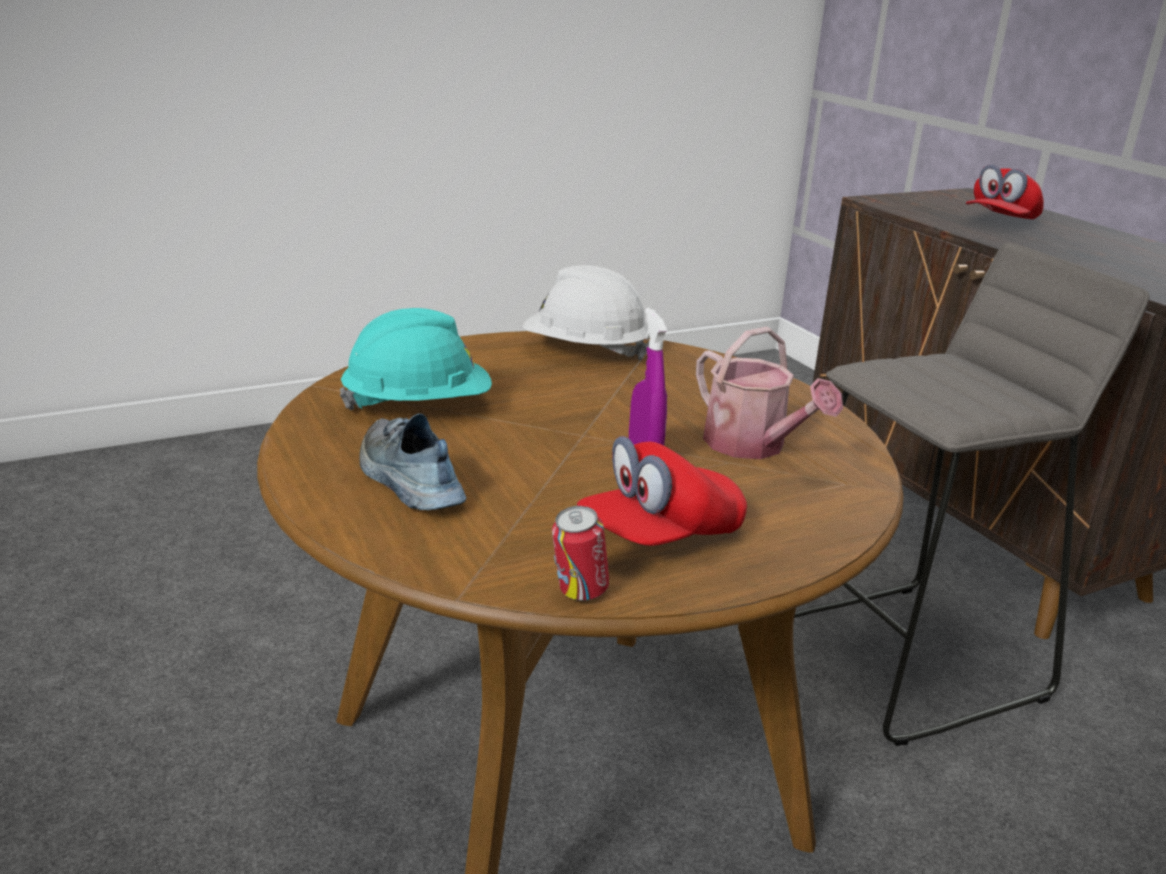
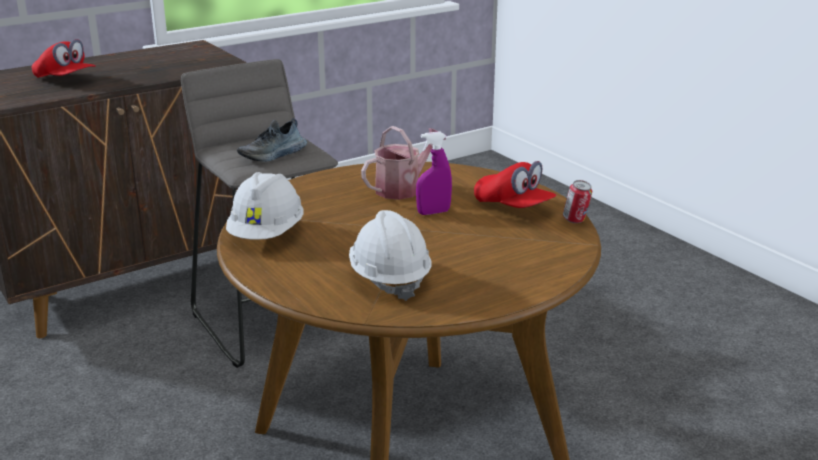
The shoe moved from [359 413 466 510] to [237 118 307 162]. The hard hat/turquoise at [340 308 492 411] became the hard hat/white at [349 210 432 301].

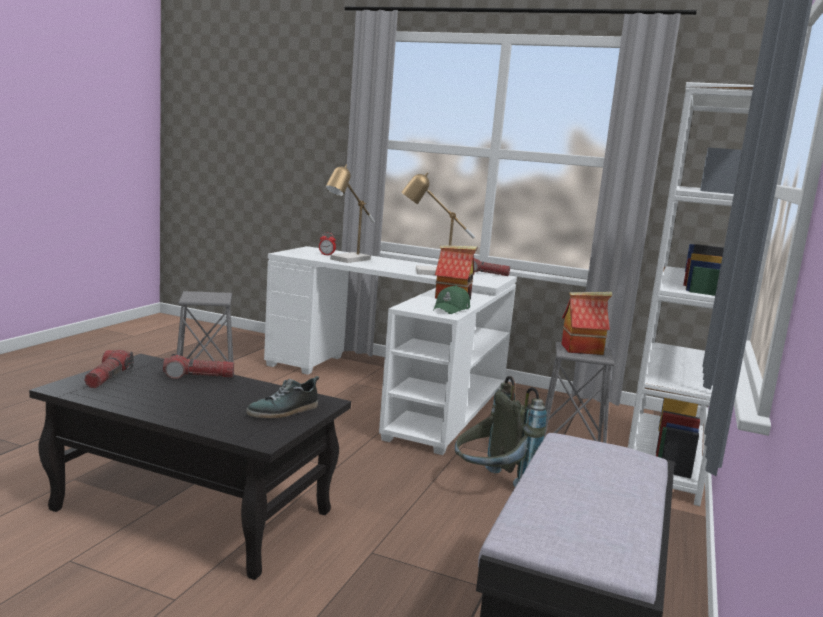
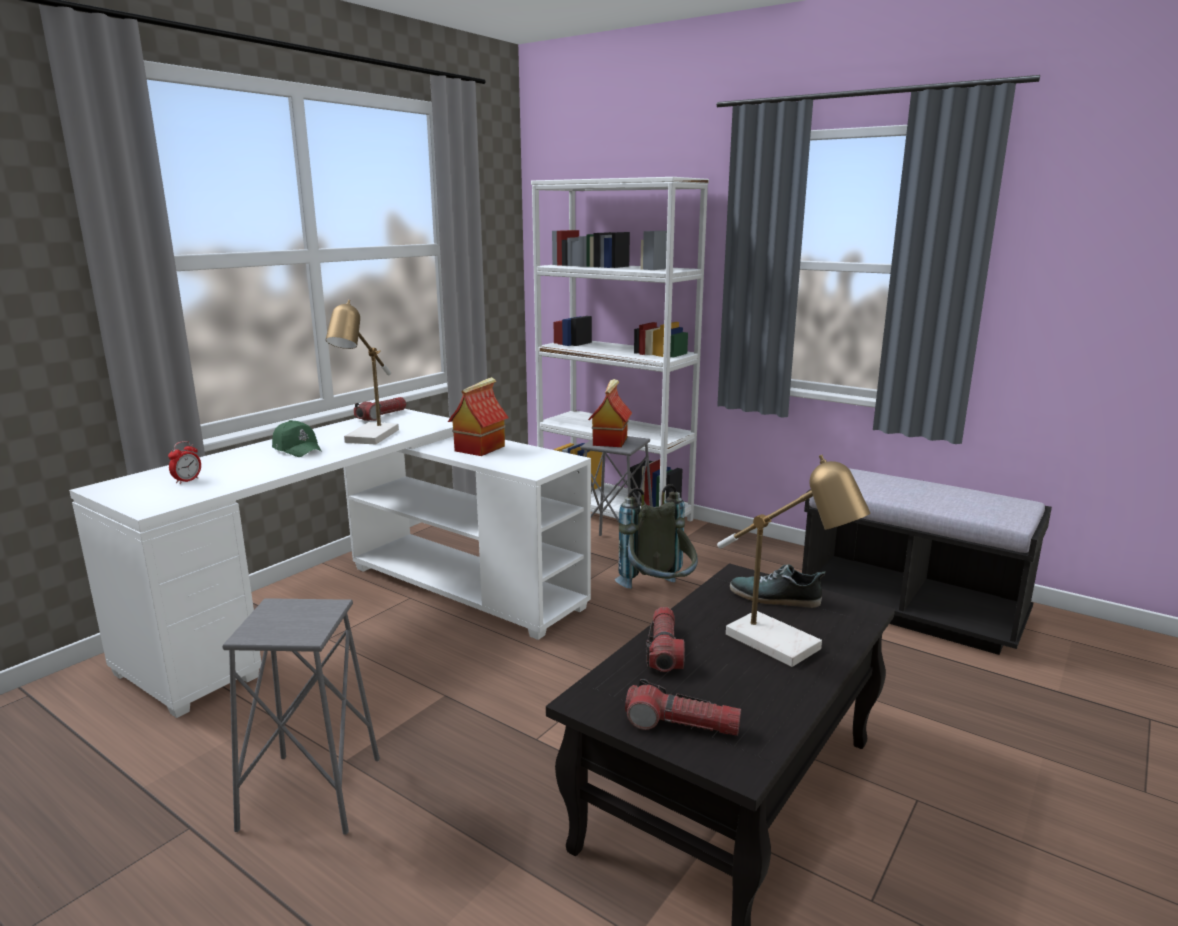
The cap/green moved from [433 285 470 314] to [272 420 322 457]. The table lamp moved from [325 165 375 263] to [717 455 871 667]. The shoe at [246 376 319 418] turned 135 degrees clockwise.

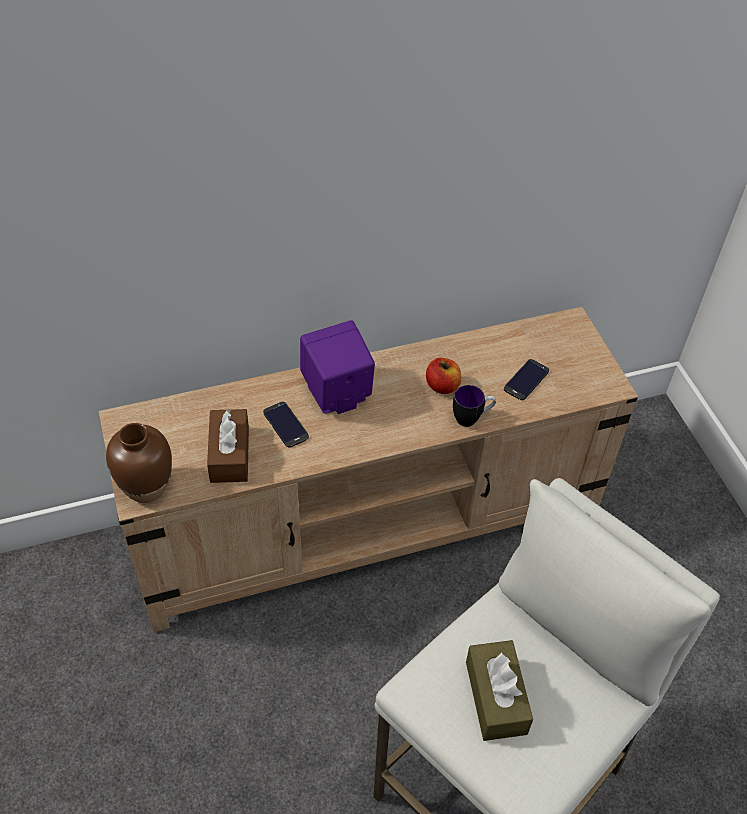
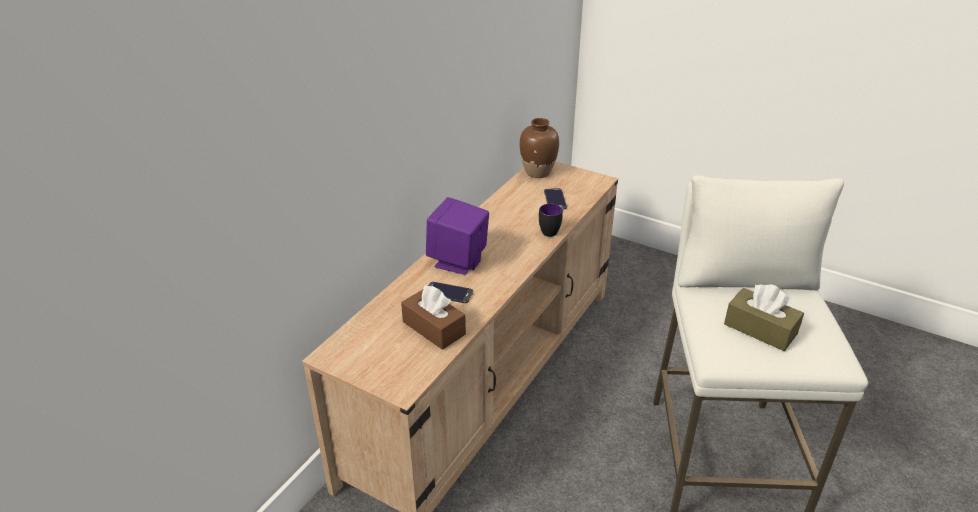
The vase/brown moved from [106 423 172 503] to [520 118 559 178]. The apple at [426 358 461 394] disappeared.

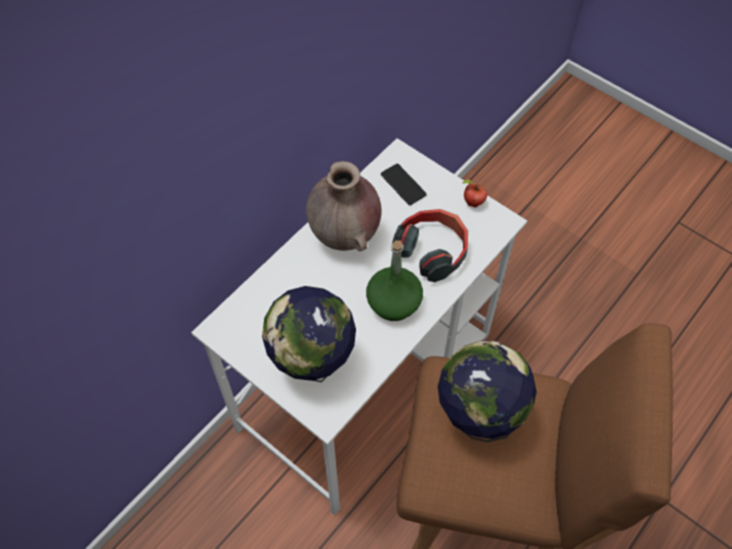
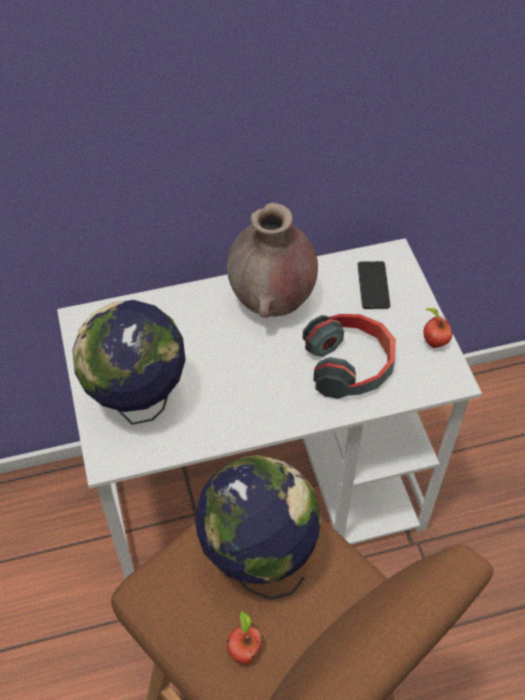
The apple at [227 611 262 664] appeared. The bottle/green at [366 240 423 321] disappeared.

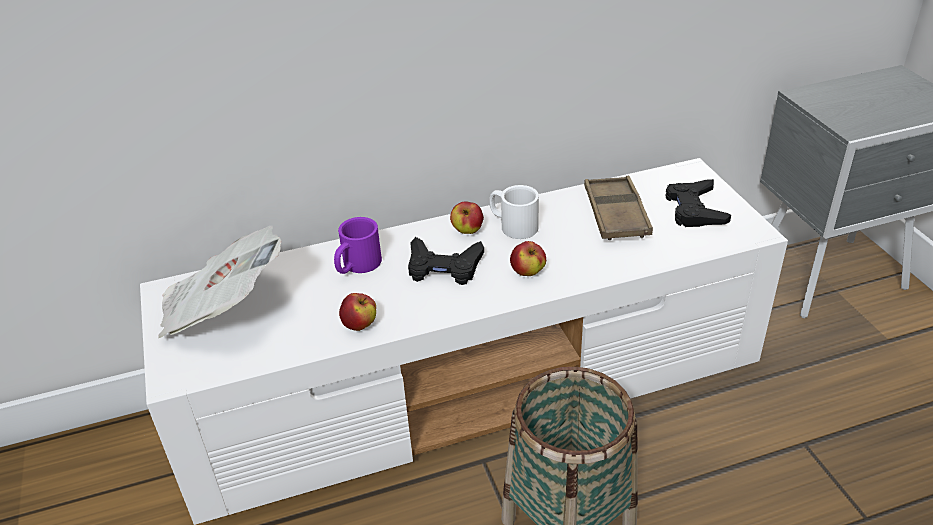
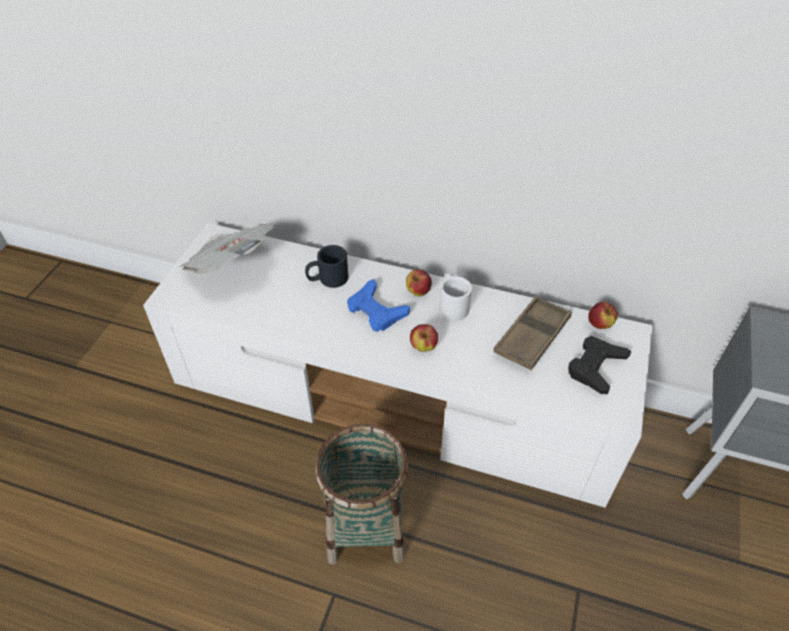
The mug/purple at [334 217 382 274] became the mug/black at [305 245 348 288]. The game controller/black at [408 237 484 285] became the game controller/blue at [347 279 410 332]. The apple moved from [339 293 376 331] to [588 302 618 329].

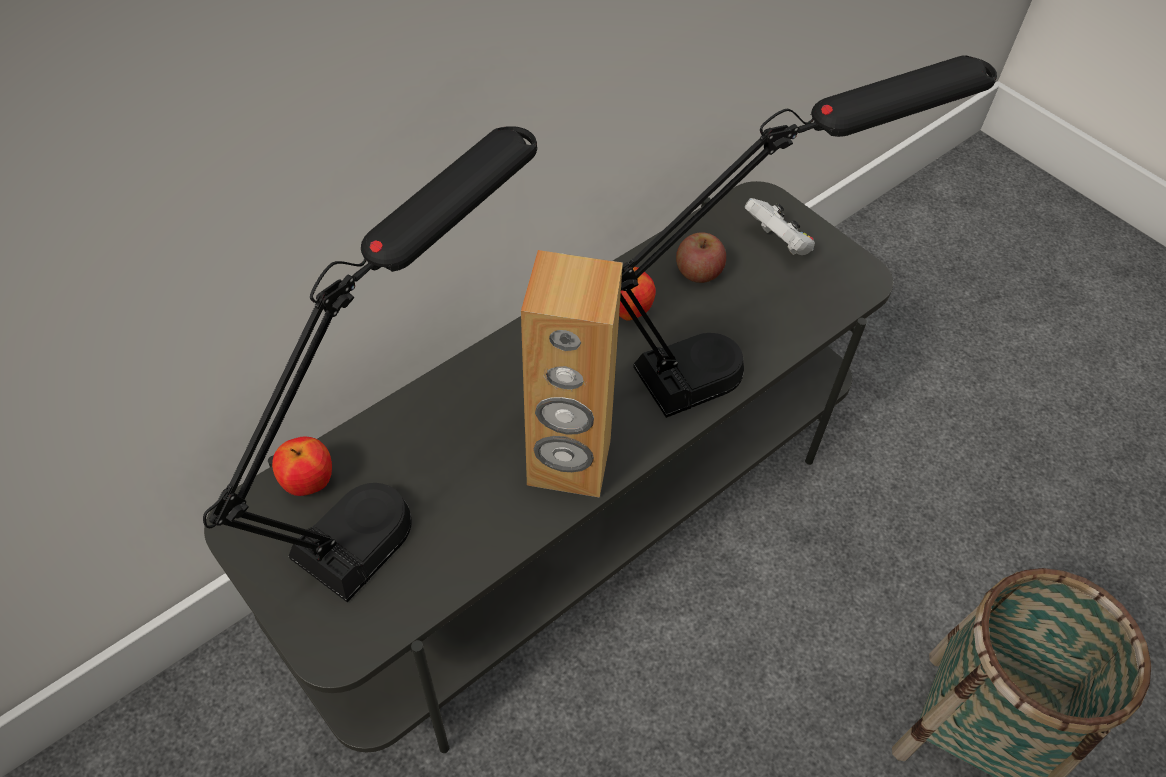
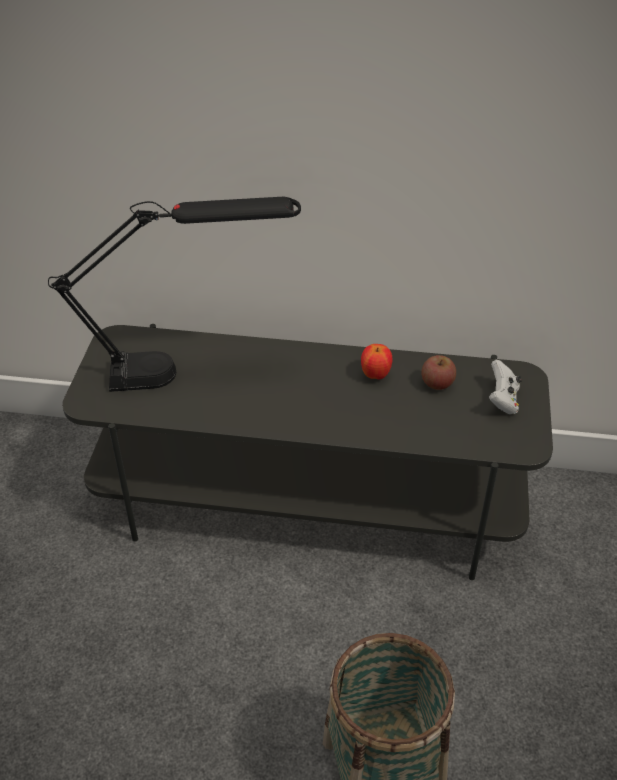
The apple at [272 437 332 496] disappeared. The speaker/brown at [521 250 623 498] disappeared. The table lamp/black at [620 55 997 418] disappeared.

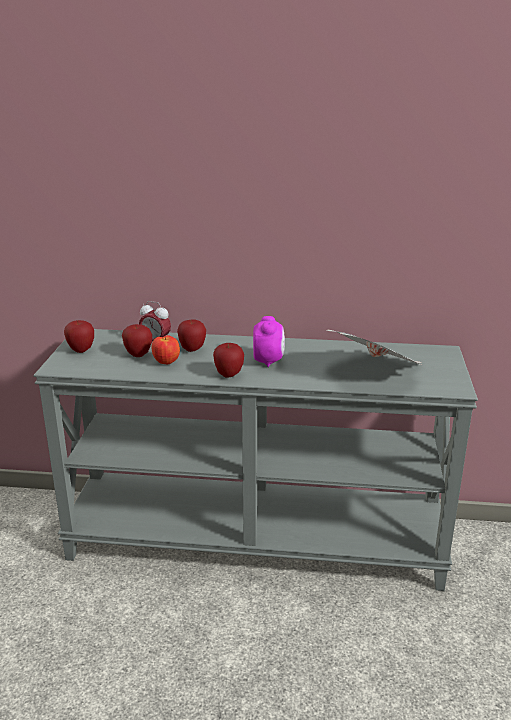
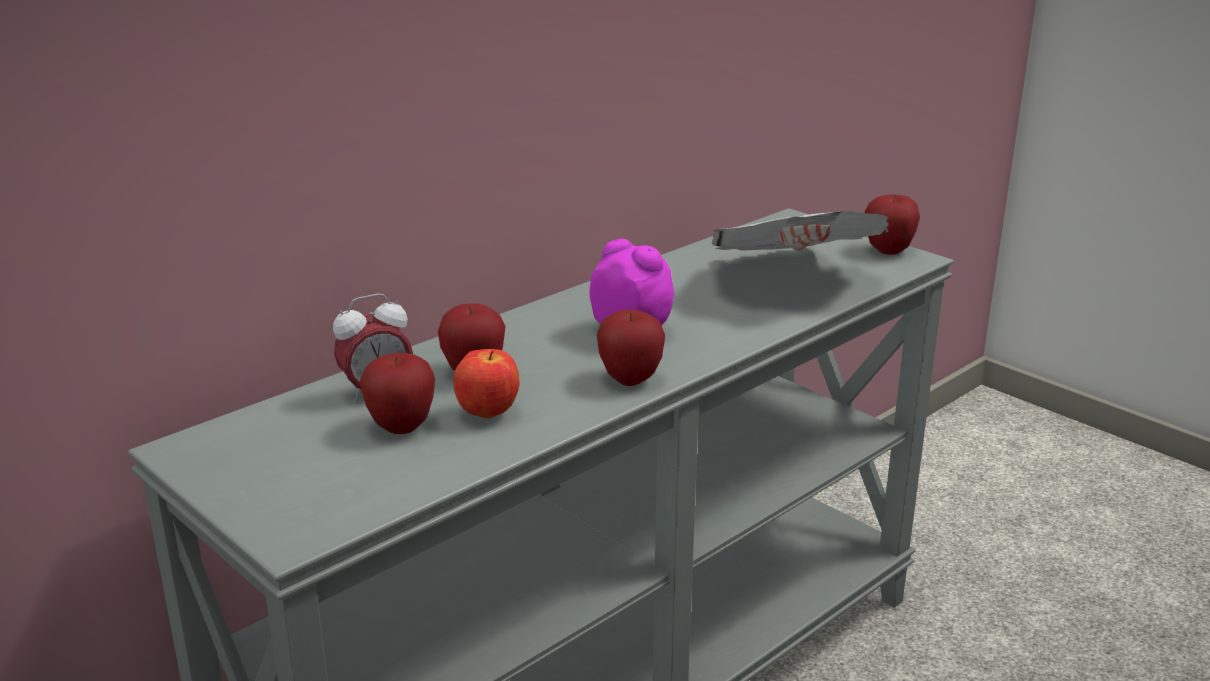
The apple moved from [64 320 94 353] to [865 194 920 255].

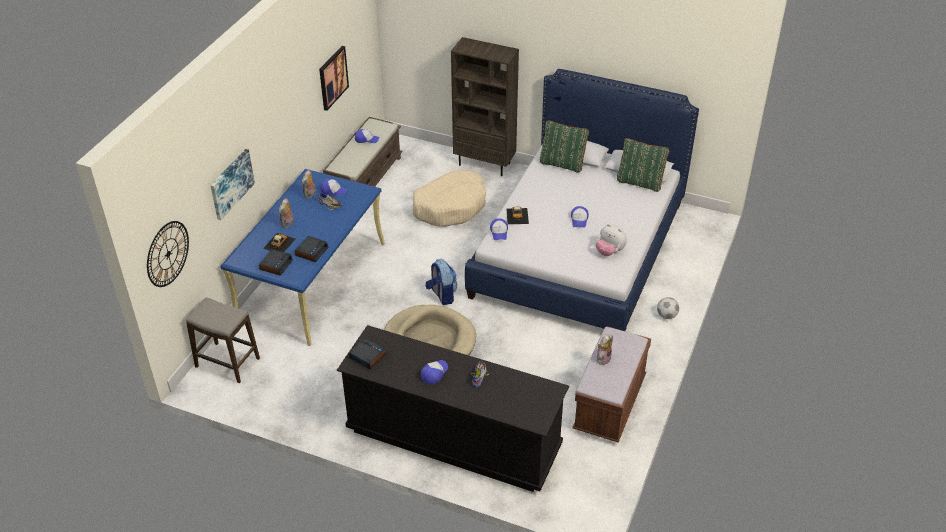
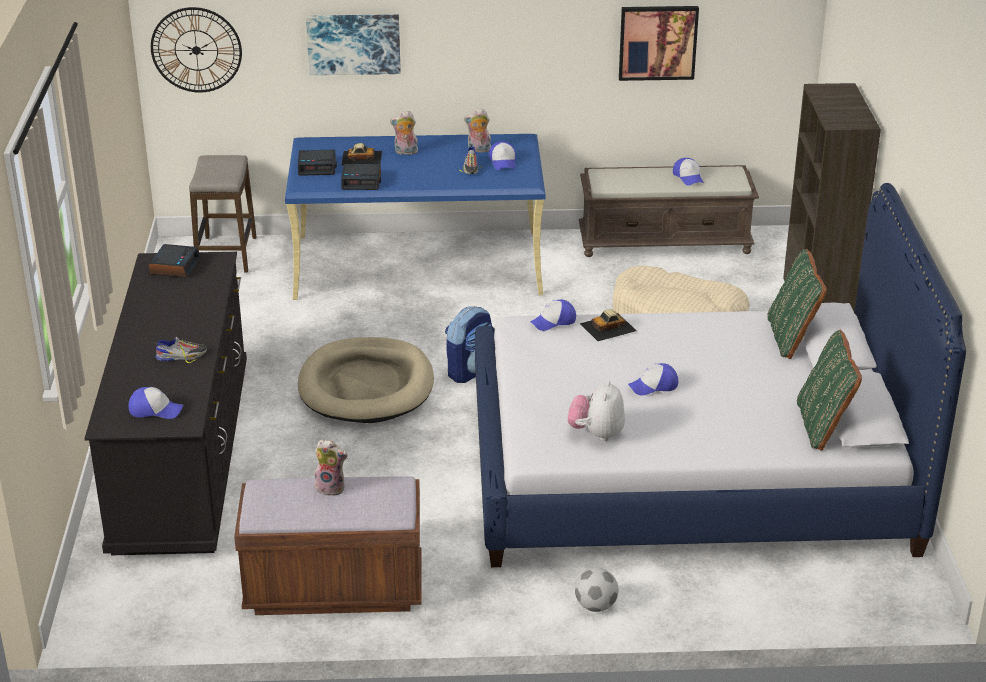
The cap moved from [421 360 448 384] to [128 387 184 419].

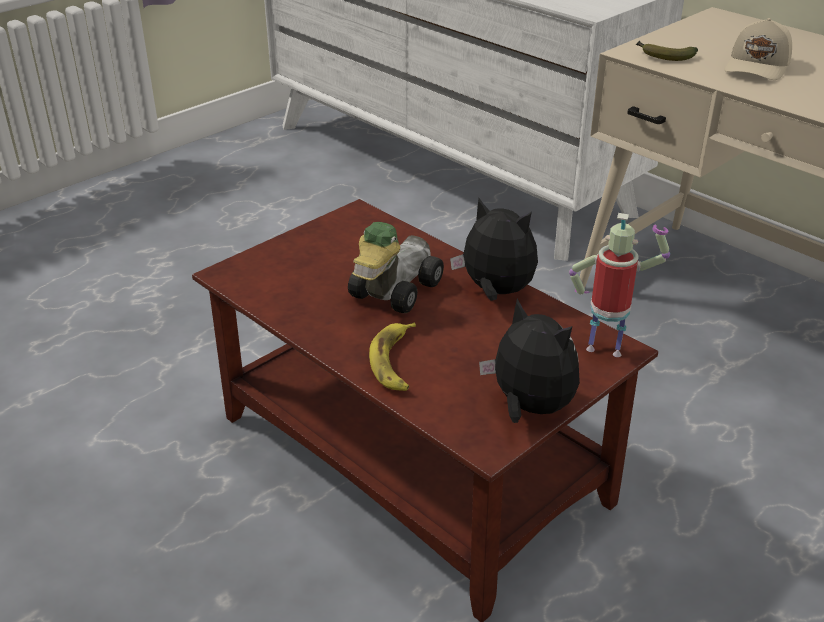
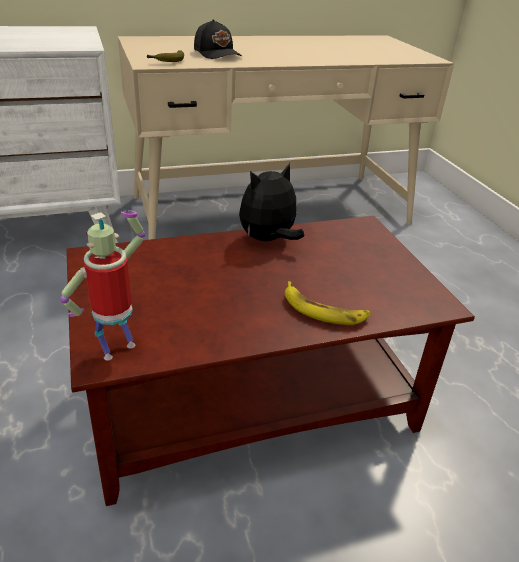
The toy robot moved from [569 213 670 357] to [60 210 145 361]. The cap/beige at [724 18 792 80] became the cap/black at [194 19 242 59]. The toy car at [348 222 444 313] disappeared. The plush toy at [479 299 580 423] disappeared.

